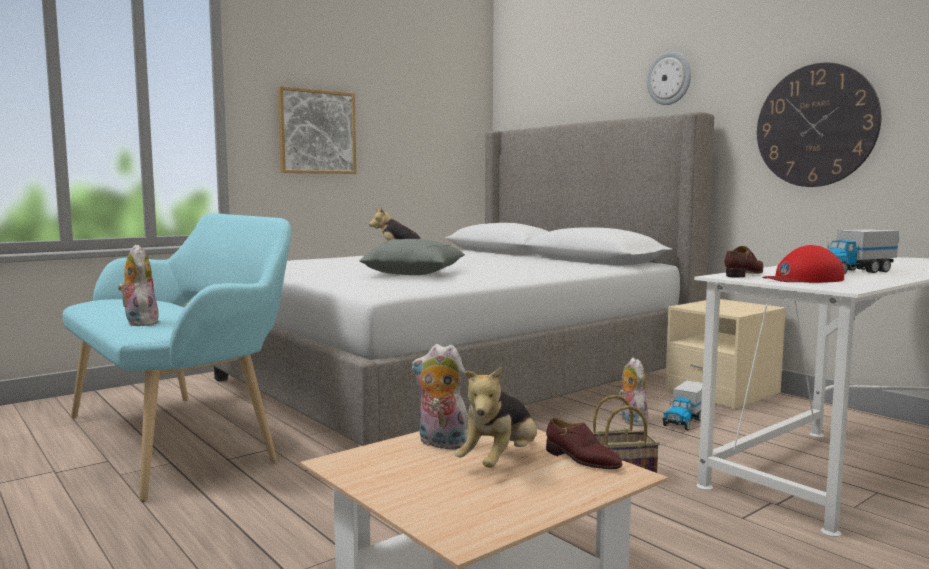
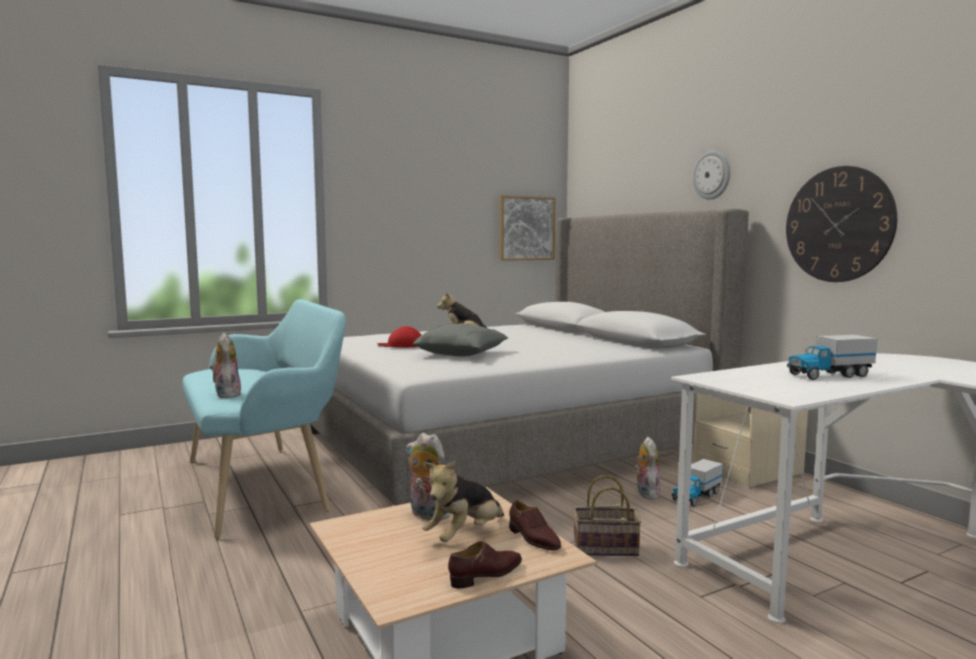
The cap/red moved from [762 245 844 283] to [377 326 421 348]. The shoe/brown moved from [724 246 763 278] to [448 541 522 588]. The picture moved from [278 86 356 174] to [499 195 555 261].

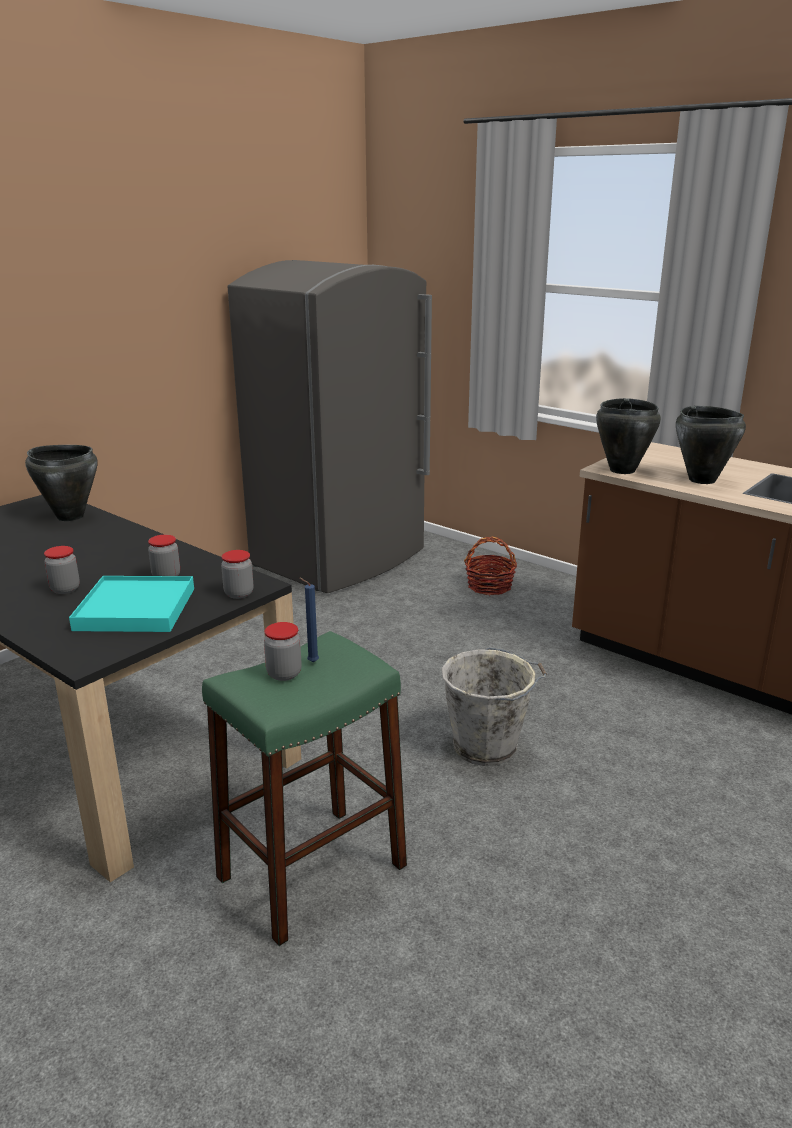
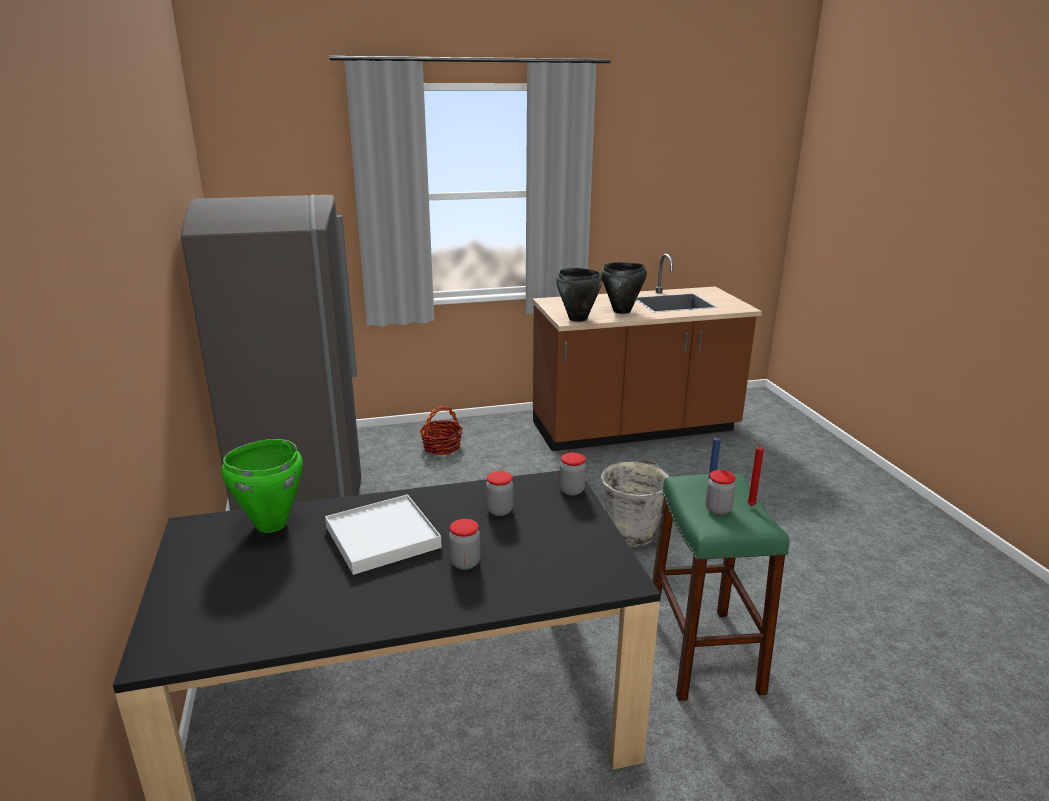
The cooking pot/black at [25 445 97 521] became the cooking pot/green at [221 439 303 533]. The tray/white at [325 494 442 575] appeared. The candle/red at [747 439 764 506] appeared. The tray/turquoise at [69 576 194 632] disappeared.

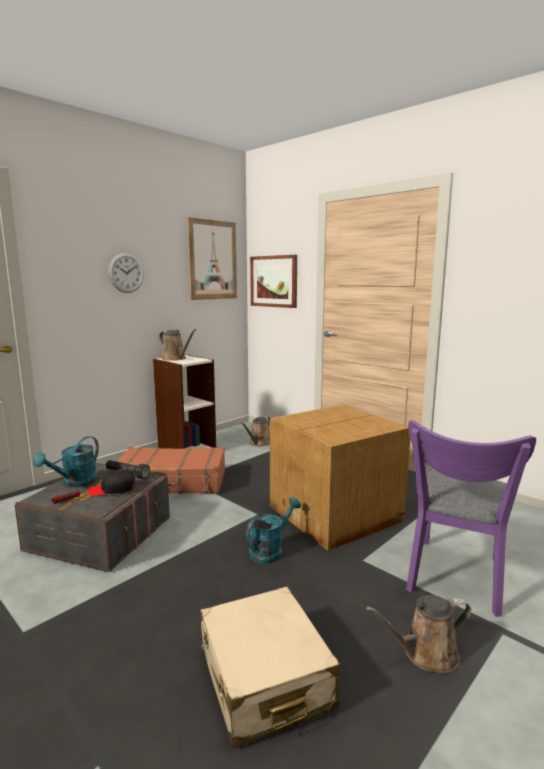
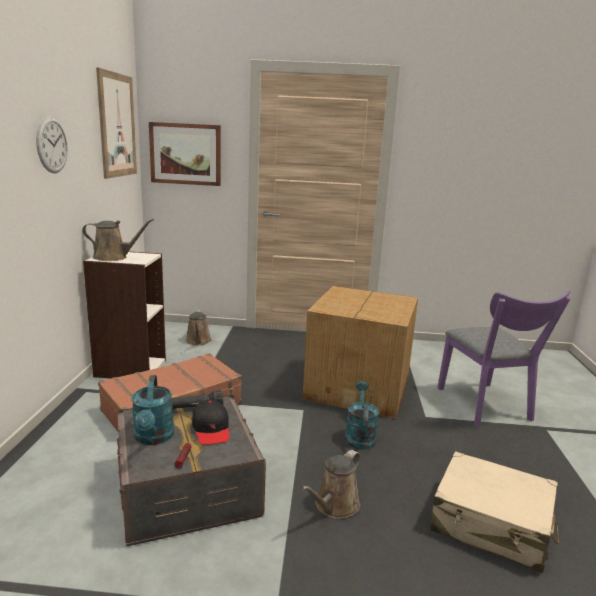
The cap/black at [88 469 135 496] turned 60 degrees counterclockwise. The watering can/brown moved from [365 595 471 673] to [301 450 360 519].

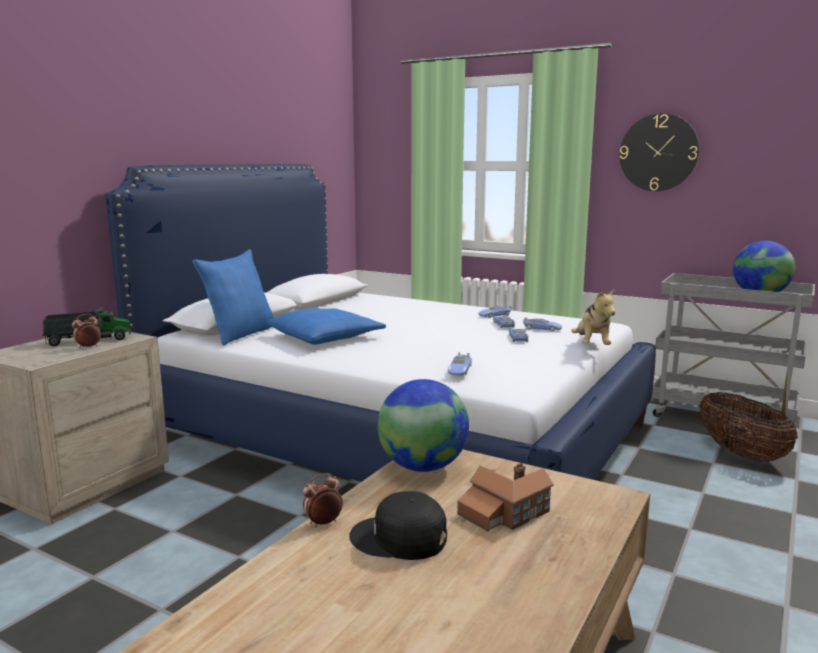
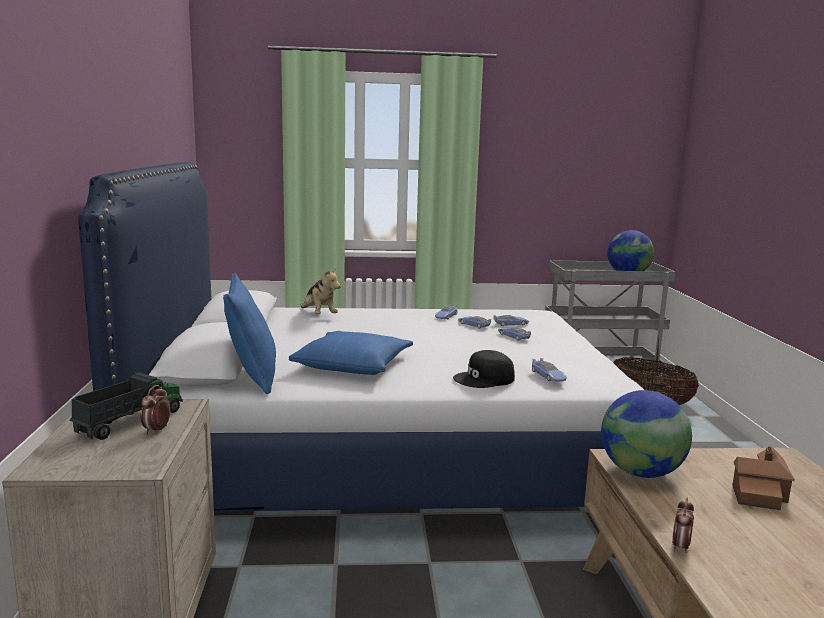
The plush toy moved from [571 288 615 345] to [301 268 341 314]. The cap/black moved from [349 491 447 560] to [453 350 515 388]. The wall clock at [620 113 699 191] disappeared.

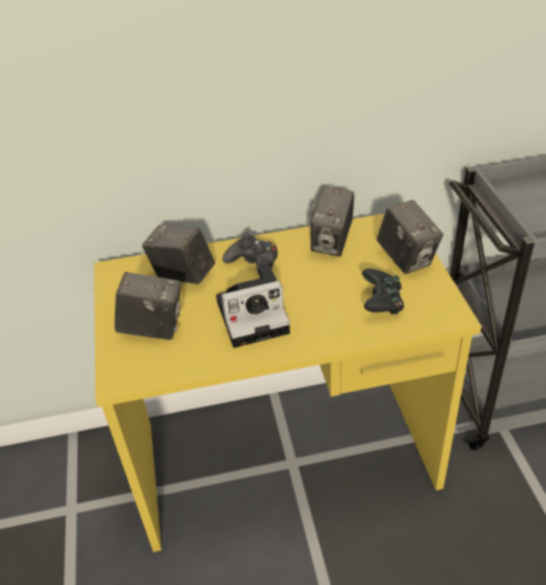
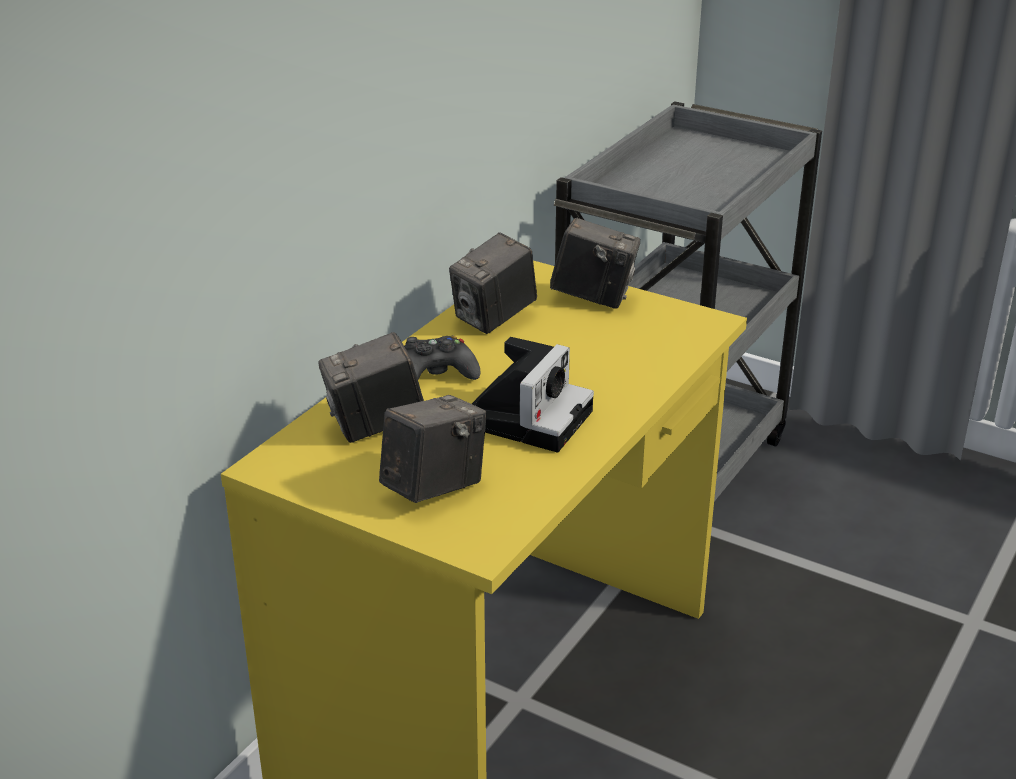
The photo camera at [310 186 354 257] turned 75 degrees clockwise. The game controller/black at [362 269 404 315] disappeared.

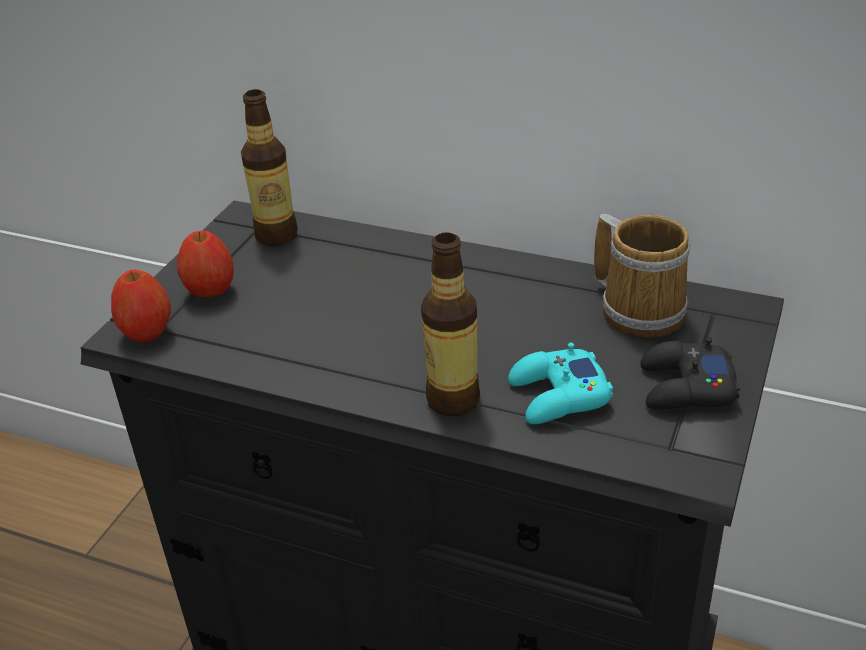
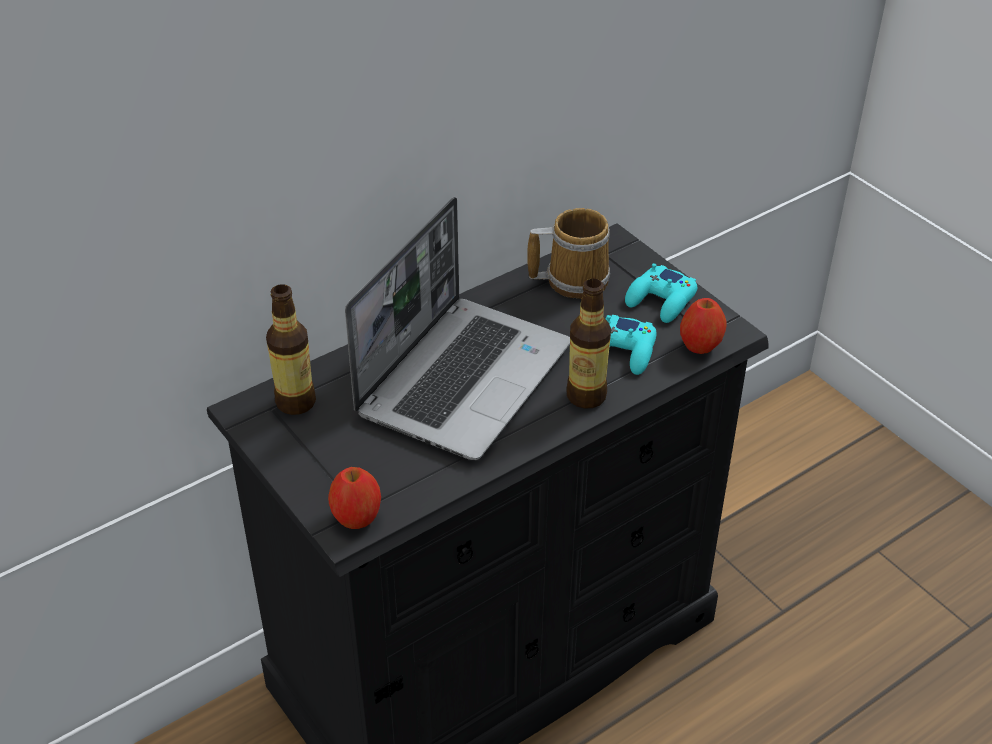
The laptop at [345 197 570 460] appeared. The game controller/black at [640 337 740 410] became the game controller/turquoise at [625 263 697 323]. The apple moved from [177 231 234 297] to [680 298 727 354].

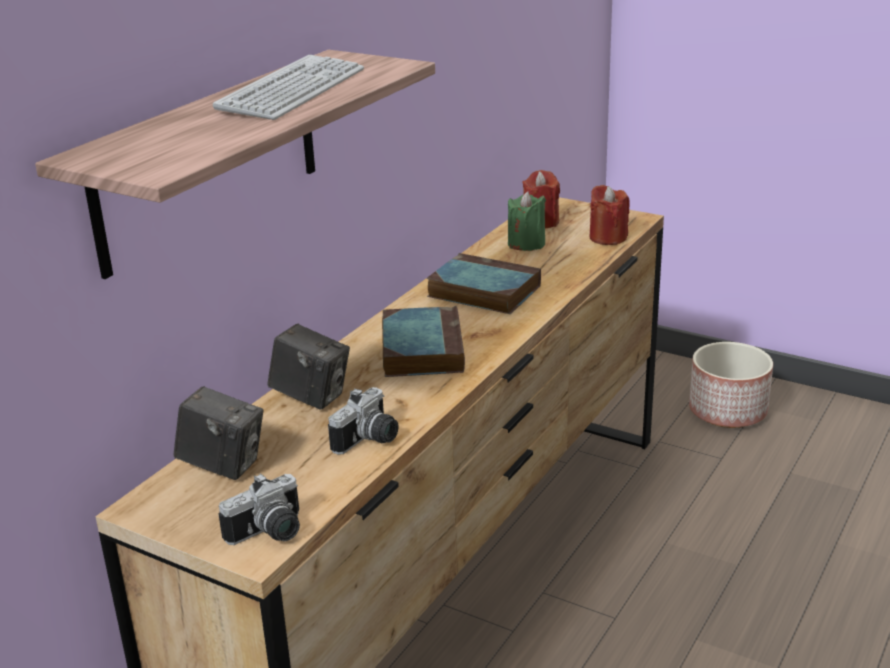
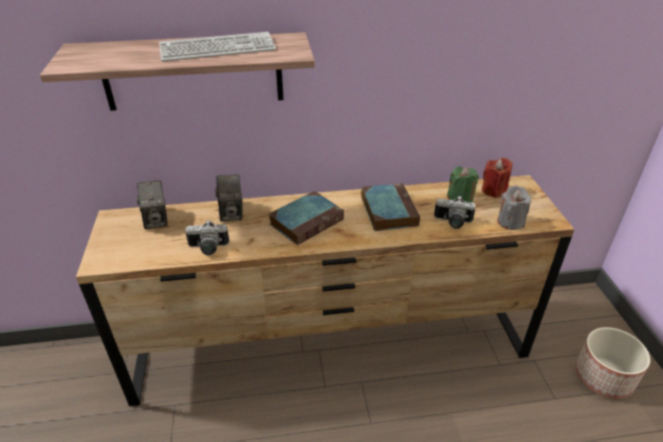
The photo camera moved from [219 473 300 545] to [434 196 476 229]. The candle/red at [589 185 630 245] became the candle/grey at [497 186 531 230].

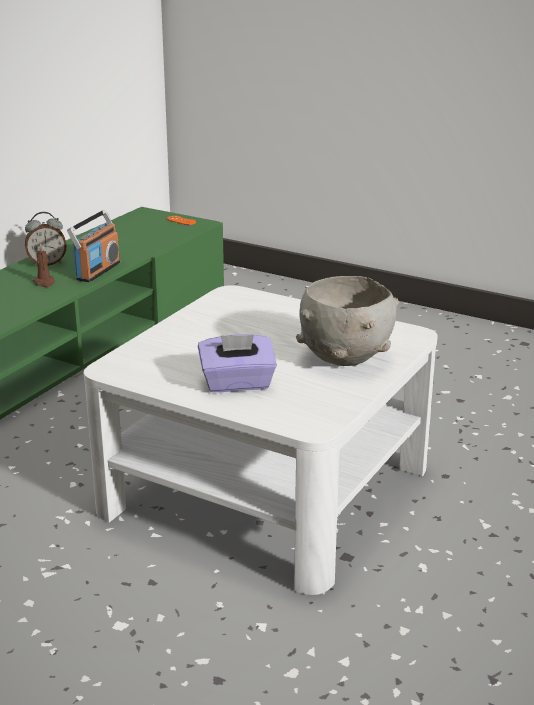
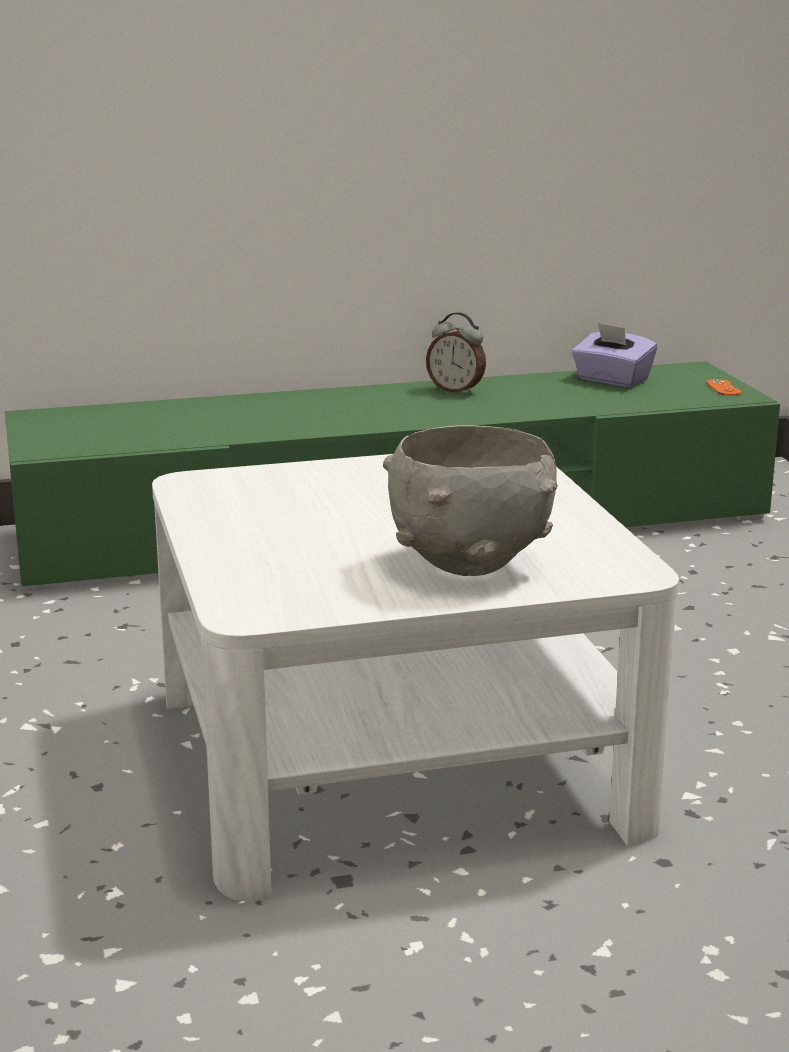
The tissue box/purple moved from [198 335 277 392] to [572 323 657 387]. The candle/brown at [32 243 55 287] disappeared. The radio at [67 210 120 282] disappeared.

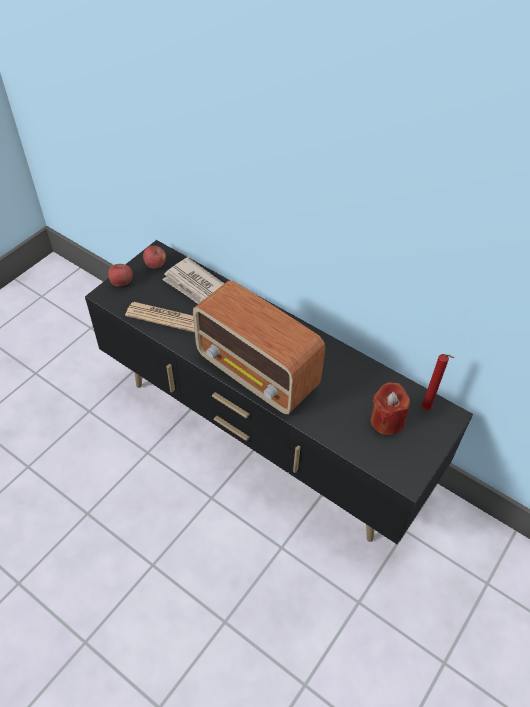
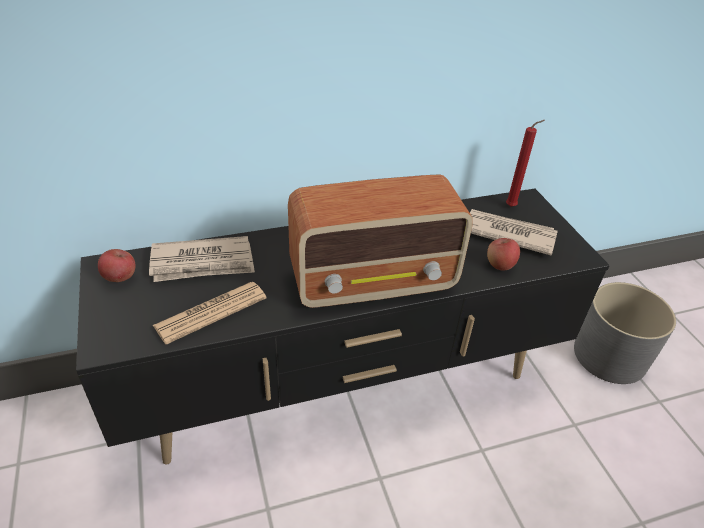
The candle/red at [370 382 410 435] was replaced by the newspaper at [469 209 558 256]. The apple moved from [108 264 133 287] to [487 238 520 271]. The planter/grey at [574 282 676 384] appeared.

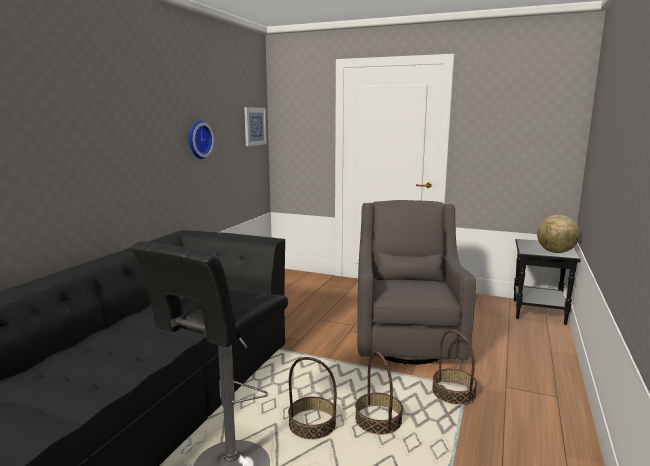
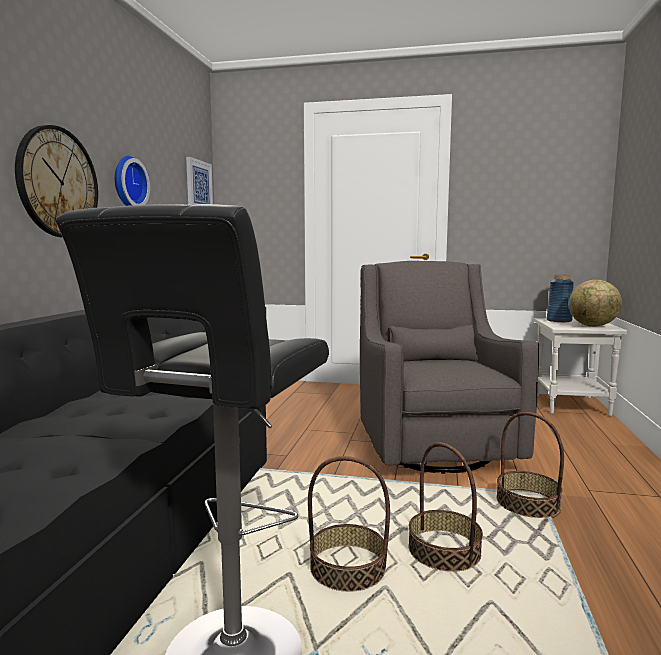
The wall clock at [15 125 98 238] appeared. The side table/black at [514 239 581 325] became the side table/white at [534 318 627 416]. The vase/blue at [547 275 574 322] appeared.

